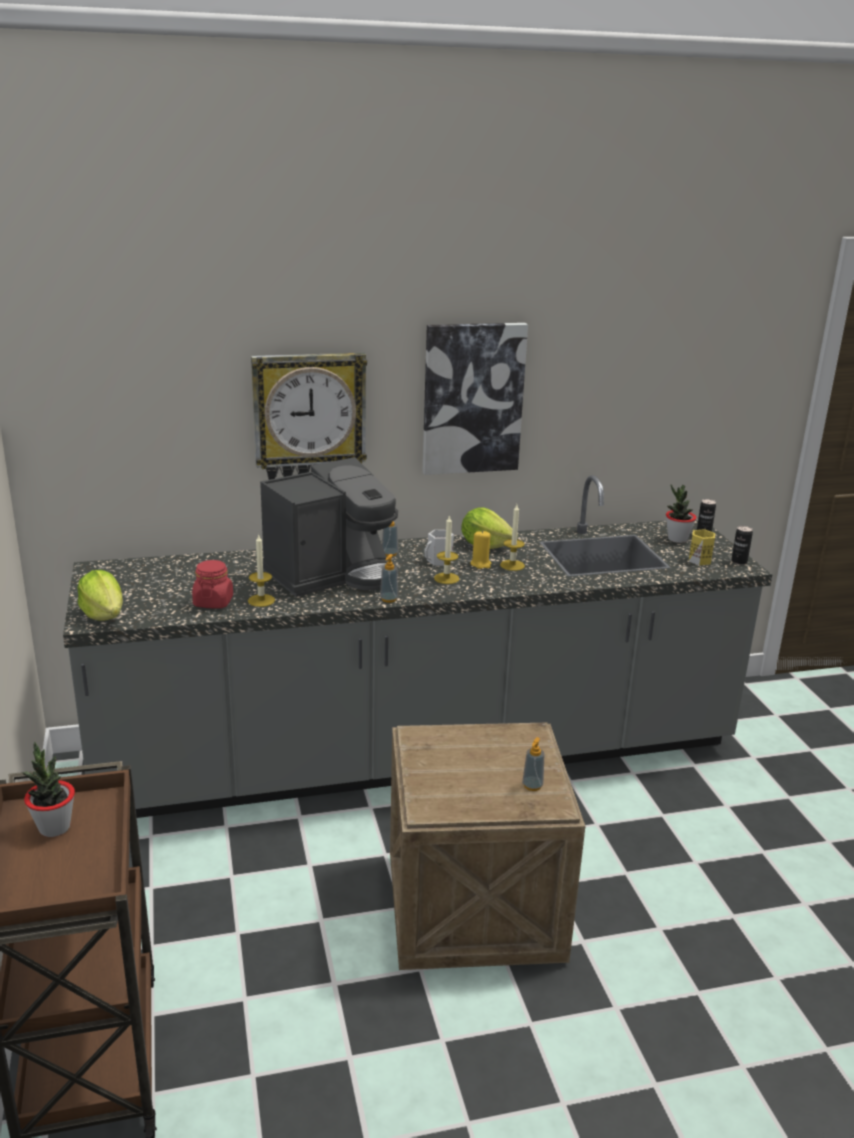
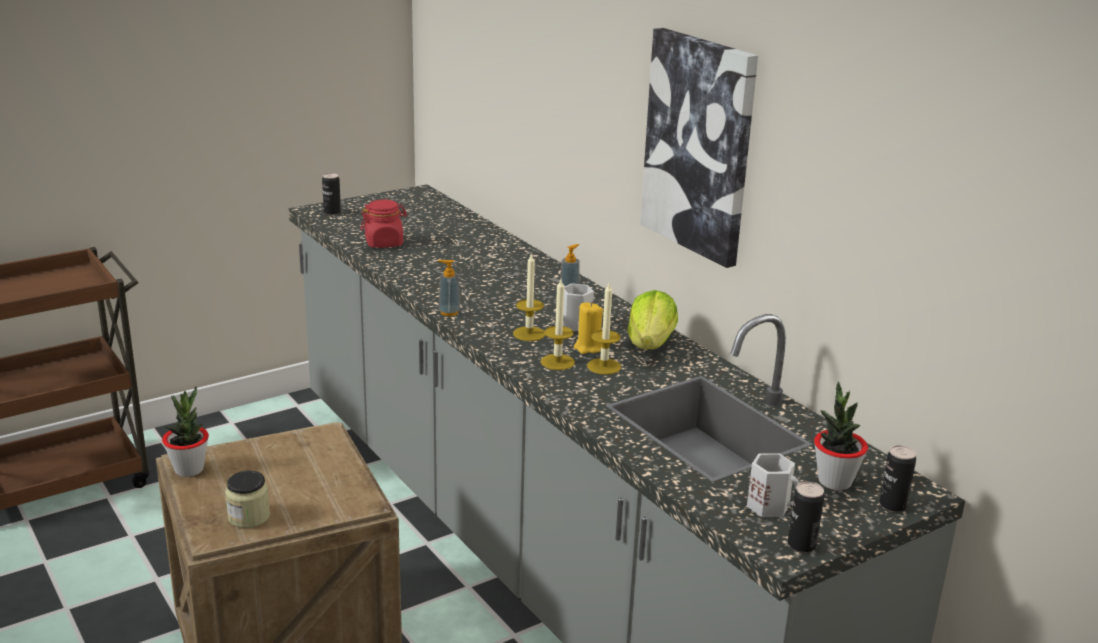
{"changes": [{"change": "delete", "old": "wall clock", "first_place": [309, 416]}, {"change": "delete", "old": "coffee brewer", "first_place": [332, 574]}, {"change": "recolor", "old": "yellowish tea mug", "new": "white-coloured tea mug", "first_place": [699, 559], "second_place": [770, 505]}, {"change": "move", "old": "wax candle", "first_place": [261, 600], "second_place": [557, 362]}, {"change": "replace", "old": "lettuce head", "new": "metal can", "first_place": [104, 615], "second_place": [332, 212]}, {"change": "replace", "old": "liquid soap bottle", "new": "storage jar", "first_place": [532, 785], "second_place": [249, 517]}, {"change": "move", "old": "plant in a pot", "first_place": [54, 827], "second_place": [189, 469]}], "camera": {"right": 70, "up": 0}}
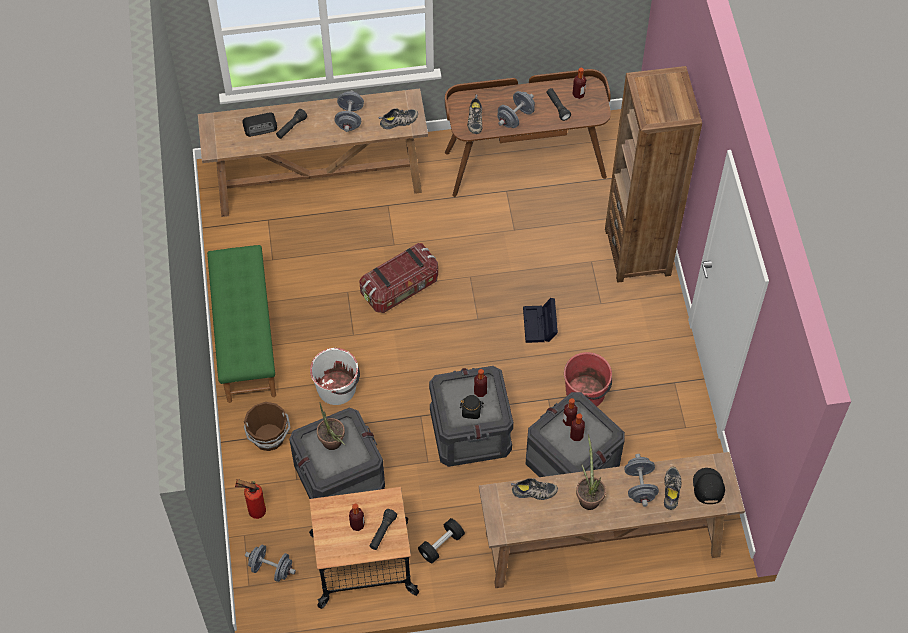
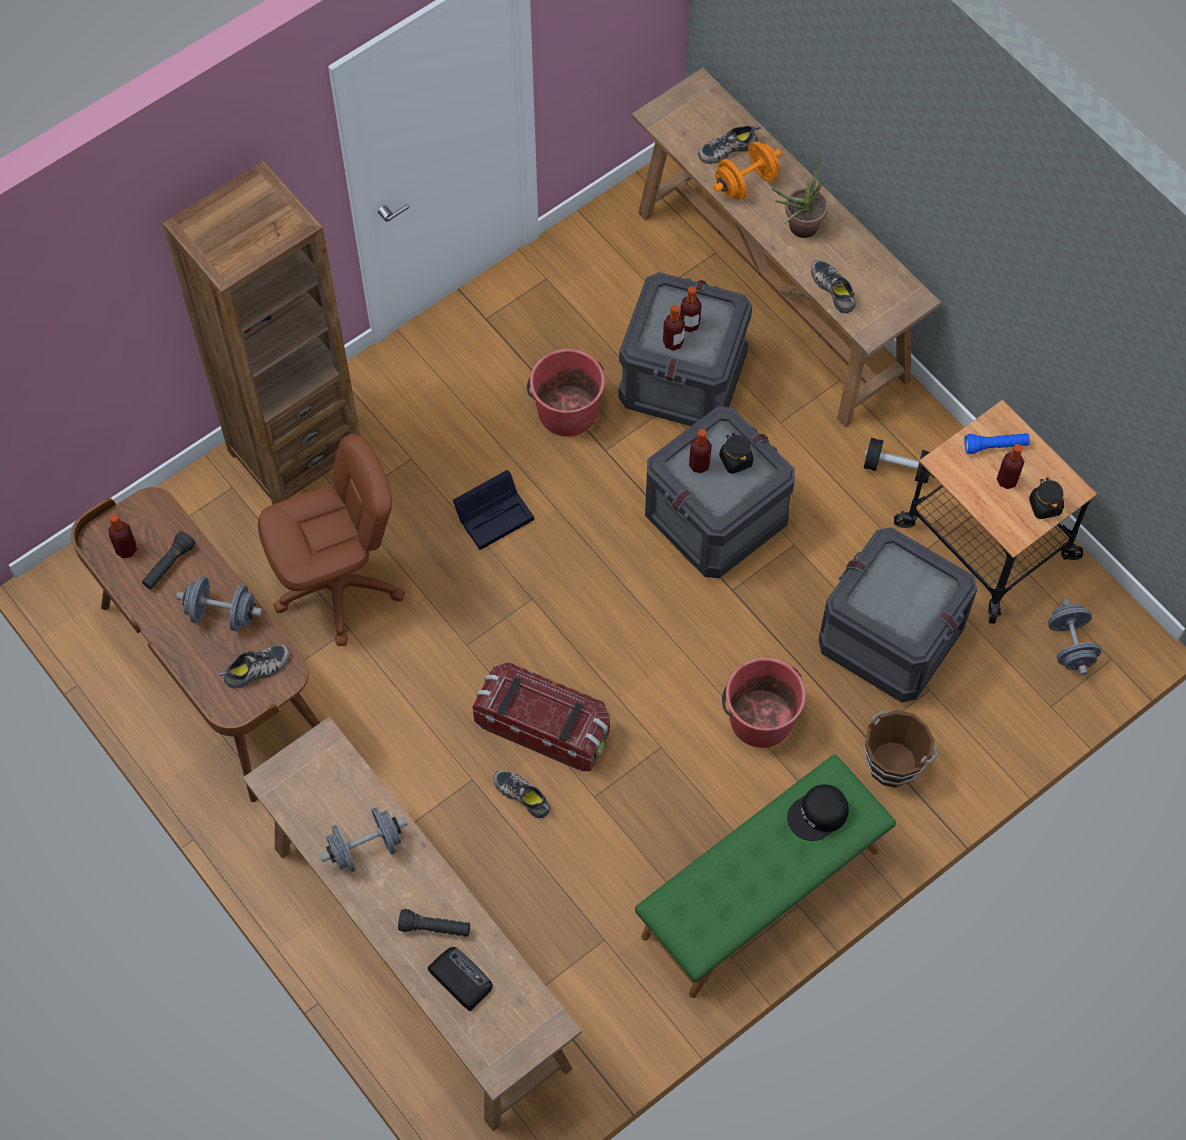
{"changes": [{"change": "move", "old": "low shoe", "first_place": [399, 121], "second_place": [523, 794]}, {"change": "recolor", "old": "white-coloured bucket", "new": "red-coloured bucket", "first_place": [337, 388], "second_place": [760, 718]}, {"change": "delete", "old": "plant in a pot", "first_place": [334, 445]}, {"change": "recolor", "old": "grey hand weight", "new": "orangey hand weight", "first_place": [640, 486], "second_place": [746, 183]}, {"change": "move", "old": "blackish baseball cap", "first_place": [707, 487], "second_place": [818, 815]}, {"change": "delete", "old": "fire-fighting cylinder", "first_place": [254, 511]}, {"change": "recolor", "old": "blackish hand torch", "new": "blue-coloured hand torch", "first_place": [382, 532], "second_place": [995, 446]}, {"change": "insert", "new": "brown computer chair", "second_place": [338, 586]}, {"change": "insert", "new": "blackish storage jar", "second_place": [1044, 506]}], "camera": {"right": -120, "up": 5}}
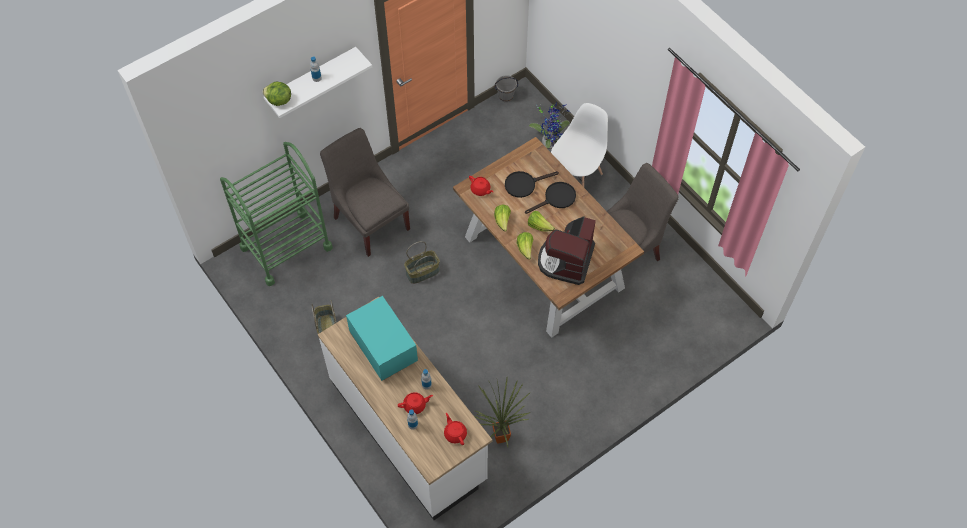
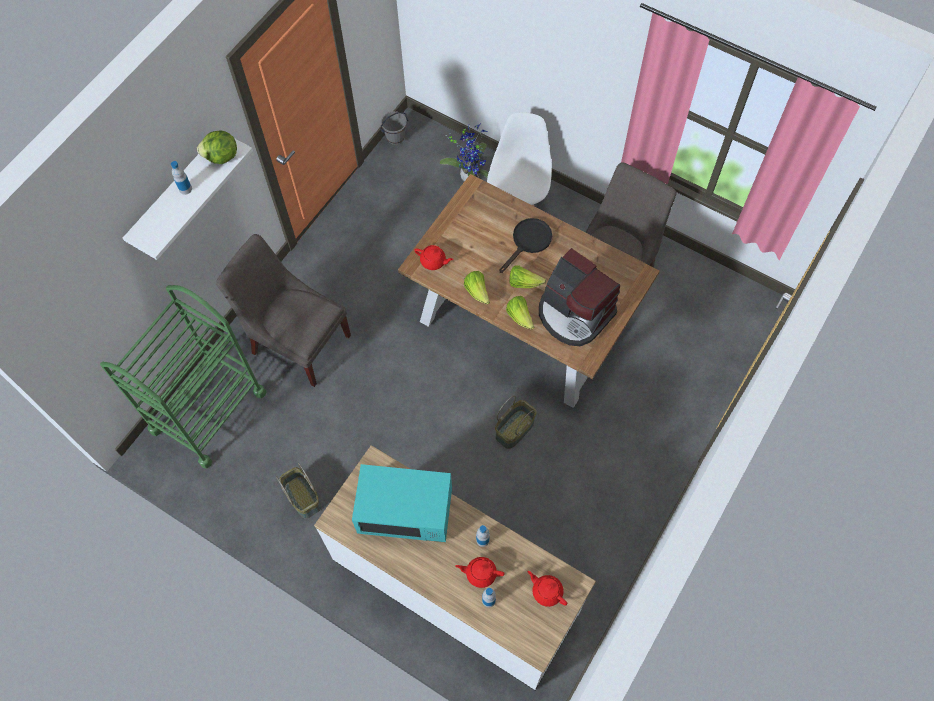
{"changes": [{"change": "move", "old": "lettuce head", "first_place": [279, 101], "second_place": [221, 157]}, {"change": "delete", "old": "blackish pan", "first_place": [524, 184]}, {"change": "rotate", "old": "coffee brewer", "first_place": [566, 260], "second_place": [574, 314], "degrees": -45}, {"change": "move", "old": "basket", "first_place": [422, 272], "second_place": [514, 429]}, {"change": "rotate", "old": "blue-green microwave oven", "first_place": [383, 347], "second_place": [405, 511], "degrees": 150}, {"change": "delete", "old": "plant in a pot", "first_place": [501, 435]}, {"change": "rotate", "old": "red-coloured teapot", "first_place": [415, 405], "second_place": [480, 573], "degrees": -135}], "camera": {"right": -20, "up": 5}}
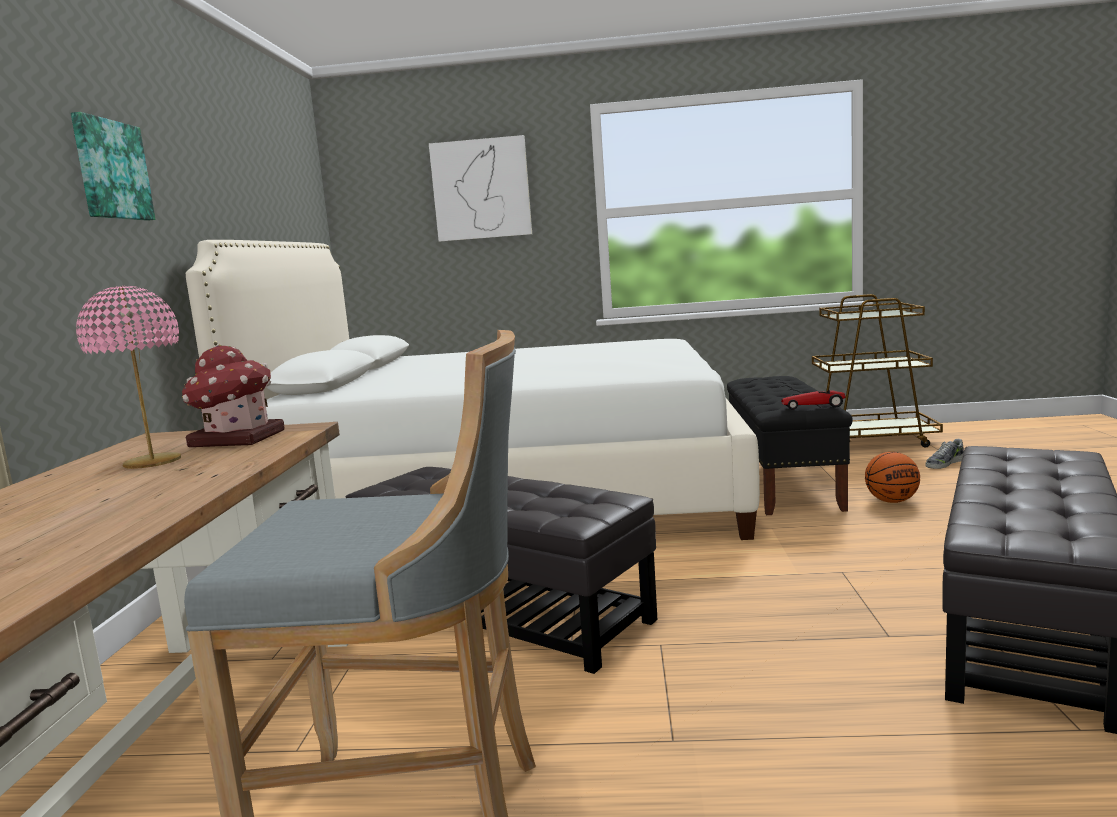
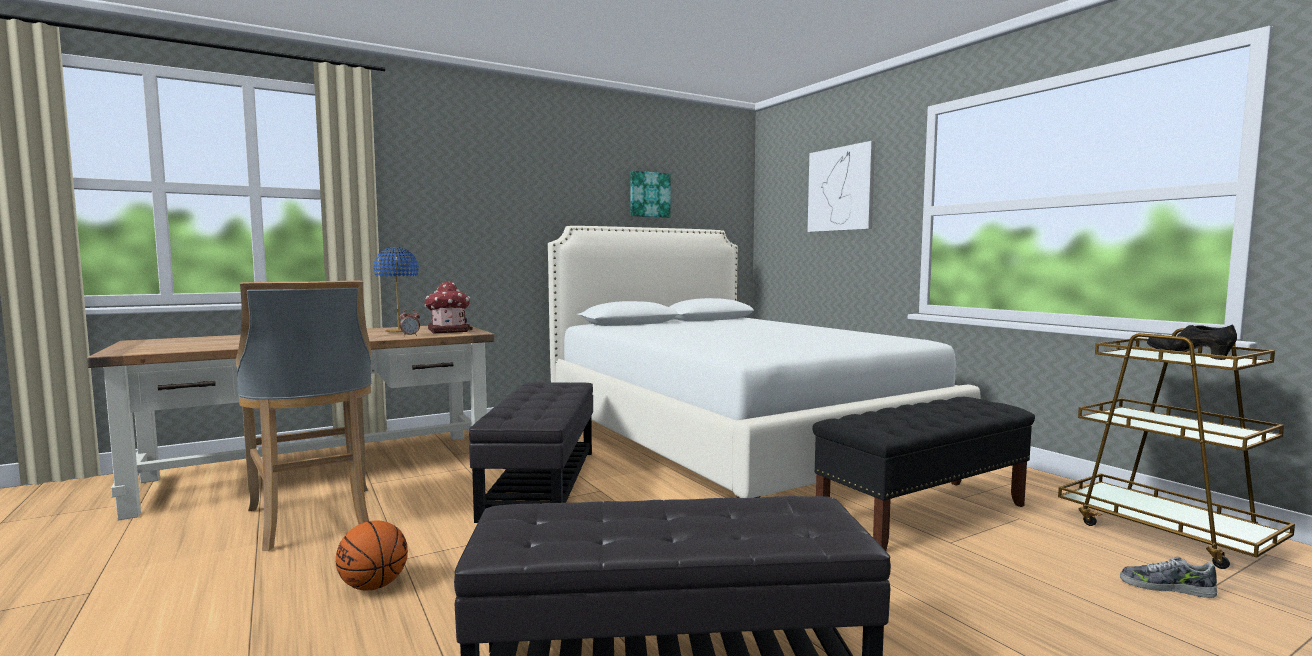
{"changes": [{"change": "move", "old": "wall art", "first_place": [111, 170], "second_place": [649, 194]}, {"change": "recolor", "old": "pinkish table lamp", "new": "blue-coloured table lamp", "first_place": [153, 462], "second_place": [399, 331]}, {"change": "delete", "old": "miniature car", "first_place": [813, 407]}, {"change": "move", "old": "basketball", "first_place": [891, 501], "second_place": [374, 586]}, {"change": "insert", "new": "alarm clock", "second_place": [410, 335]}, {"change": "insert", "new": "blackish low shoe", "second_place": [1188, 356]}], "camera": {"right": 55, "up": -5}}
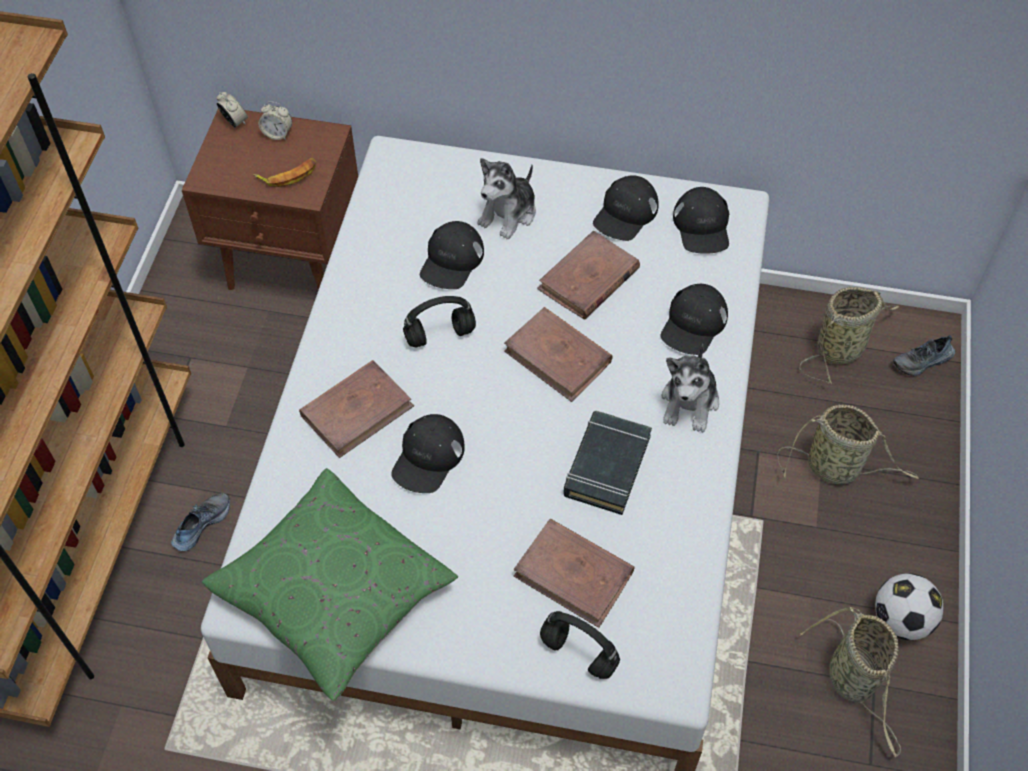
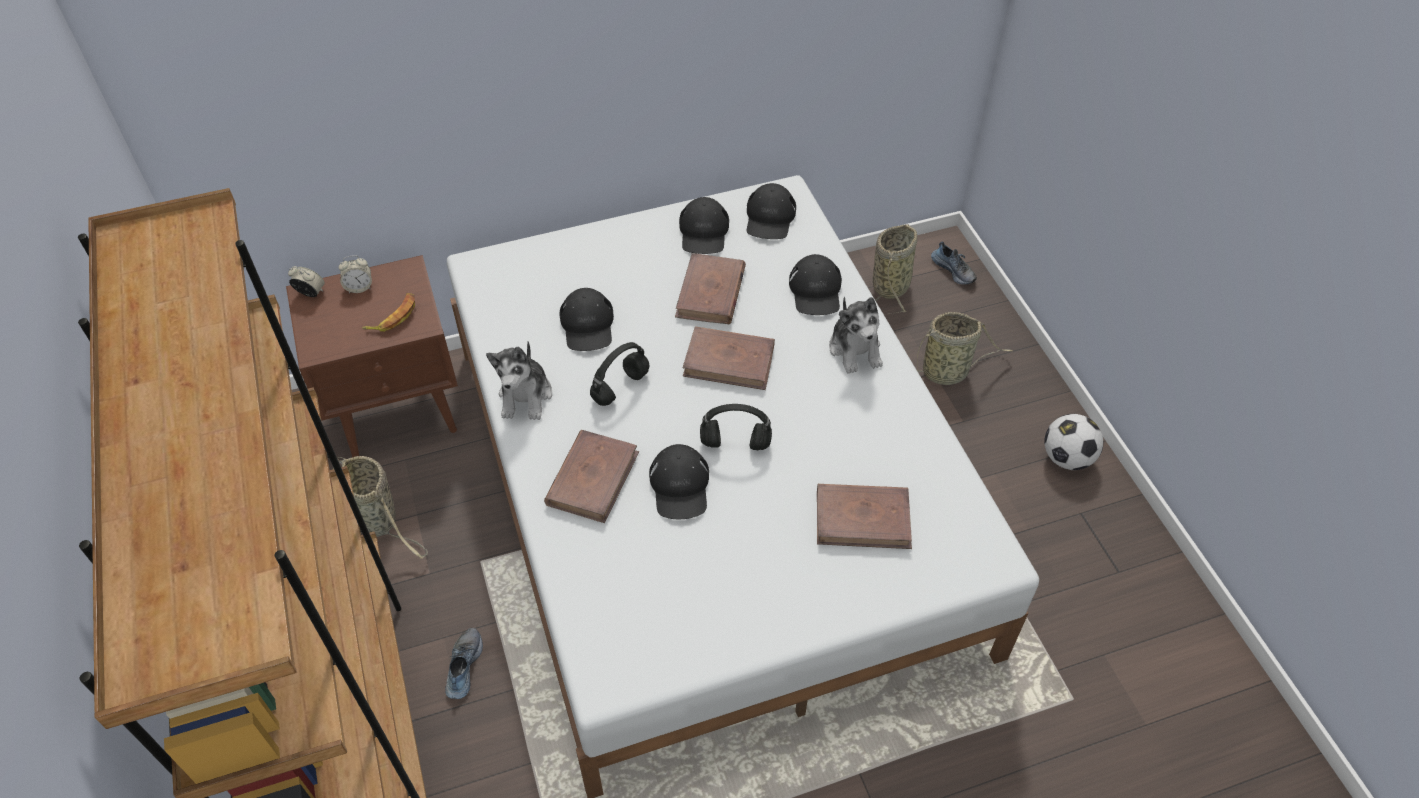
{"changes": [{"change": "move", "old": "cuddly toy", "first_place": [509, 214], "second_place": [526, 396]}, {"change": "rotate", "old": "blackish baseball cap", "first_place": [702, 226], "second_place": [770, 218], "degrees": 45}, {"change": "rotate", "old": "low shoe", "first_place": [922, 362], "second_place": [954, 270], "degrees": -75}, {"change": "delete", "old": "blackish volume", "first_place": [606, 466]}, {"change": "delete", "old": "green-coloured throw pillow", "first_place": [334, 593]}, {"change": "move", "old": "basket", "first_place": [853, 681], "second_place": [379, 522]}, {"change": "move", "old": "blackish headphones", "first_place": [577, 653], "second_place": [734, 444]}], "camera": {"right": -30, "up": -5}}
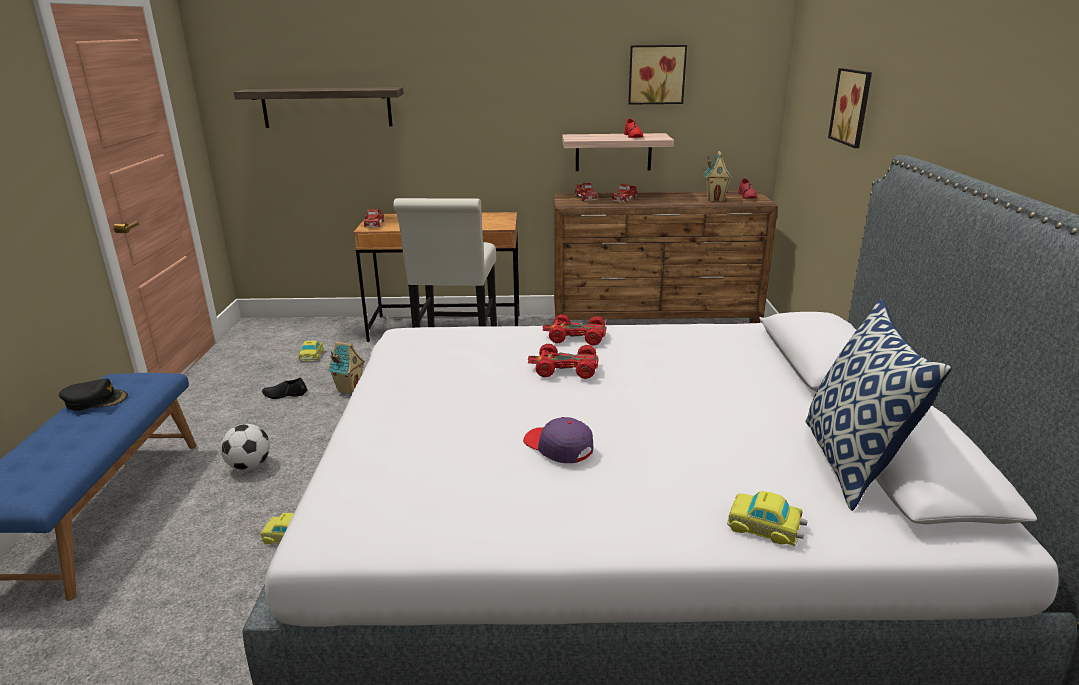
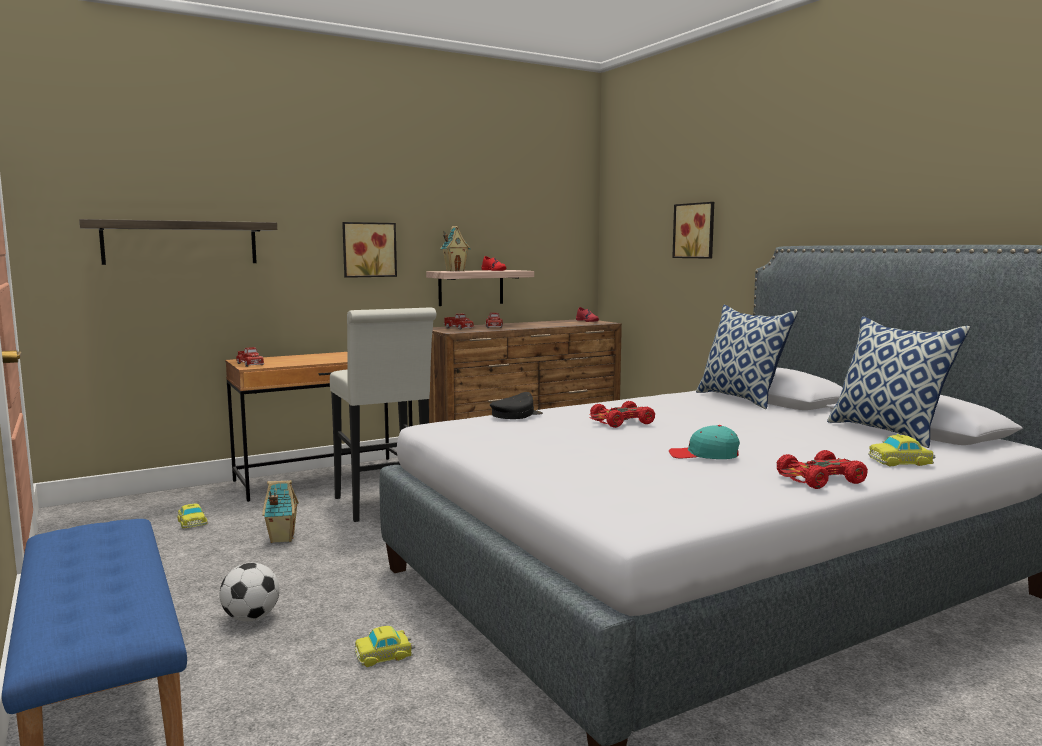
{"changes": [{"change": "move", "old": "wall art", "first_place": [656, 74], "second_place": [368, 249]}, {"change": "move", "old": "toy house", "first_place": [716, 199], "second_place": [455, 271]}, {"change": "move", "old": "red-coloured miniature car", "first_place": [576, 337], "second_place": [819, 480]}, {"change": "delete", "old": "blackish low shoe", "first_place": [285, 394]}, {"change": "move", "old": "blackish baseball cap", "first_place": [95, 400], "second_place": [516, 415]}, {"change": "recolor", "old": "purple-coloured baseball cap", "new": "blue-green baseball cap", "first_place": [558, 447], "second_place": [704, 455]}, {"change": "insert", "new": "throw pillow", "second_place": [741, 399]}], "camera": {"right": -30, "up": -15}}
